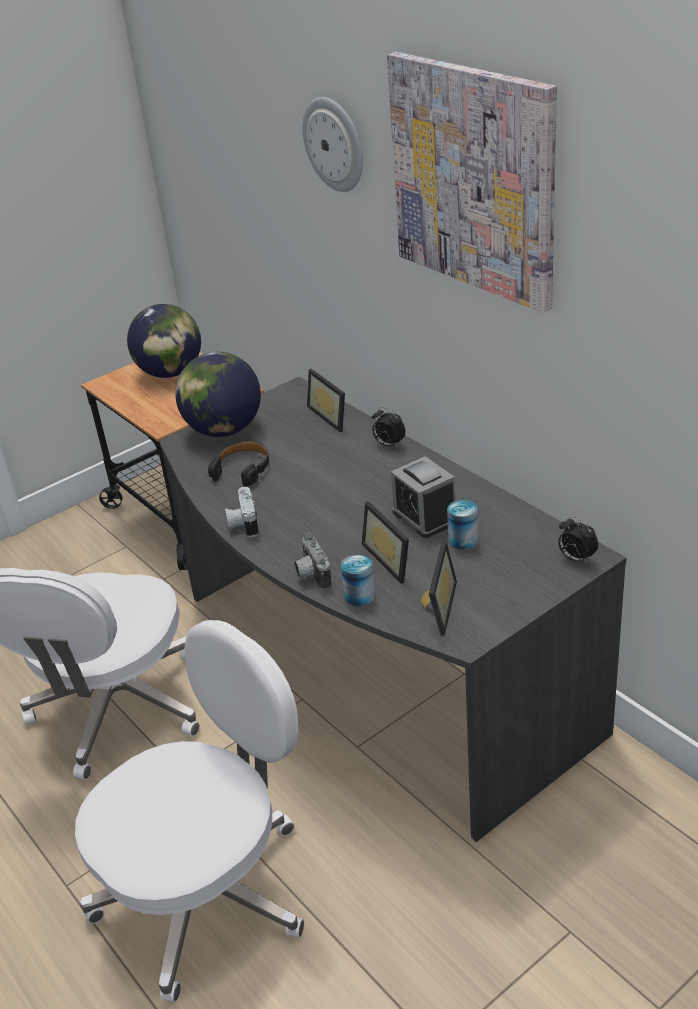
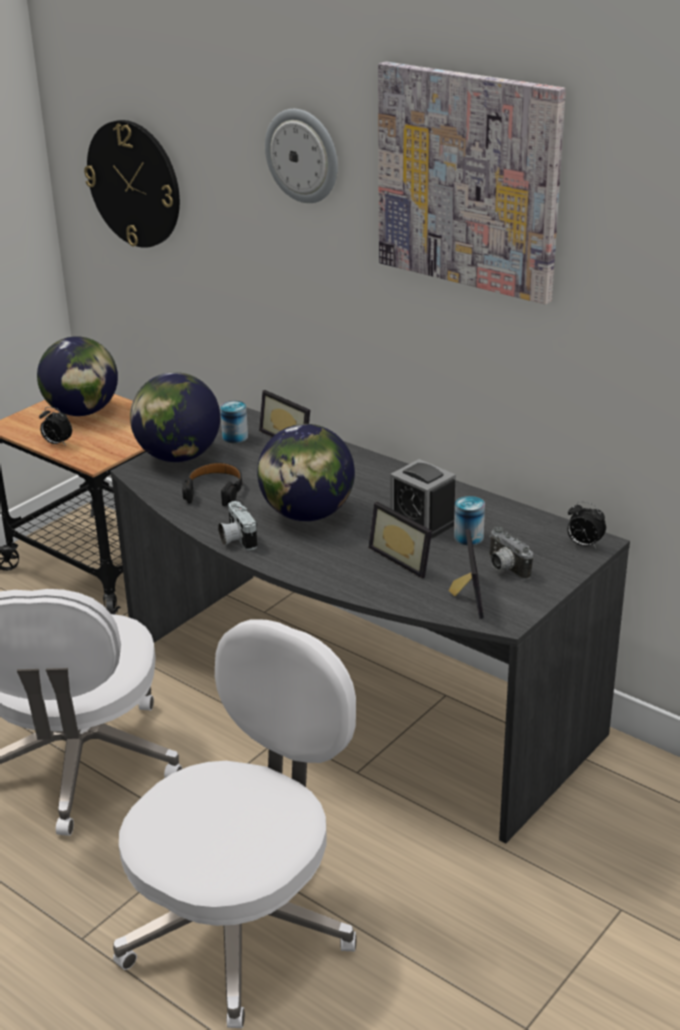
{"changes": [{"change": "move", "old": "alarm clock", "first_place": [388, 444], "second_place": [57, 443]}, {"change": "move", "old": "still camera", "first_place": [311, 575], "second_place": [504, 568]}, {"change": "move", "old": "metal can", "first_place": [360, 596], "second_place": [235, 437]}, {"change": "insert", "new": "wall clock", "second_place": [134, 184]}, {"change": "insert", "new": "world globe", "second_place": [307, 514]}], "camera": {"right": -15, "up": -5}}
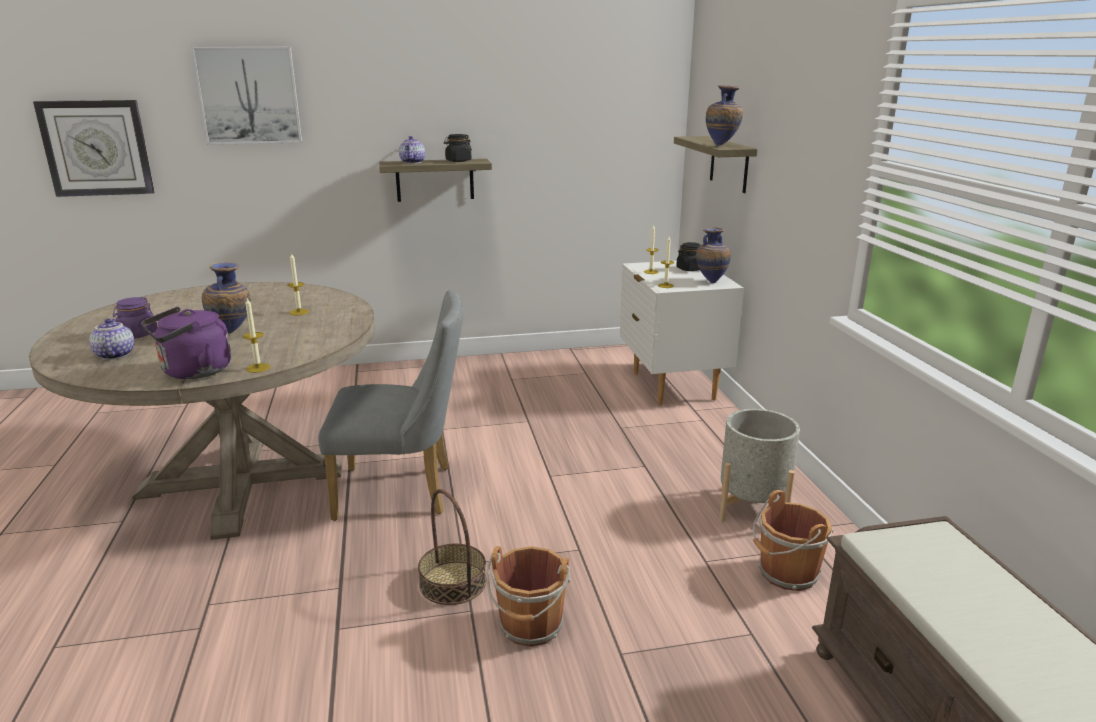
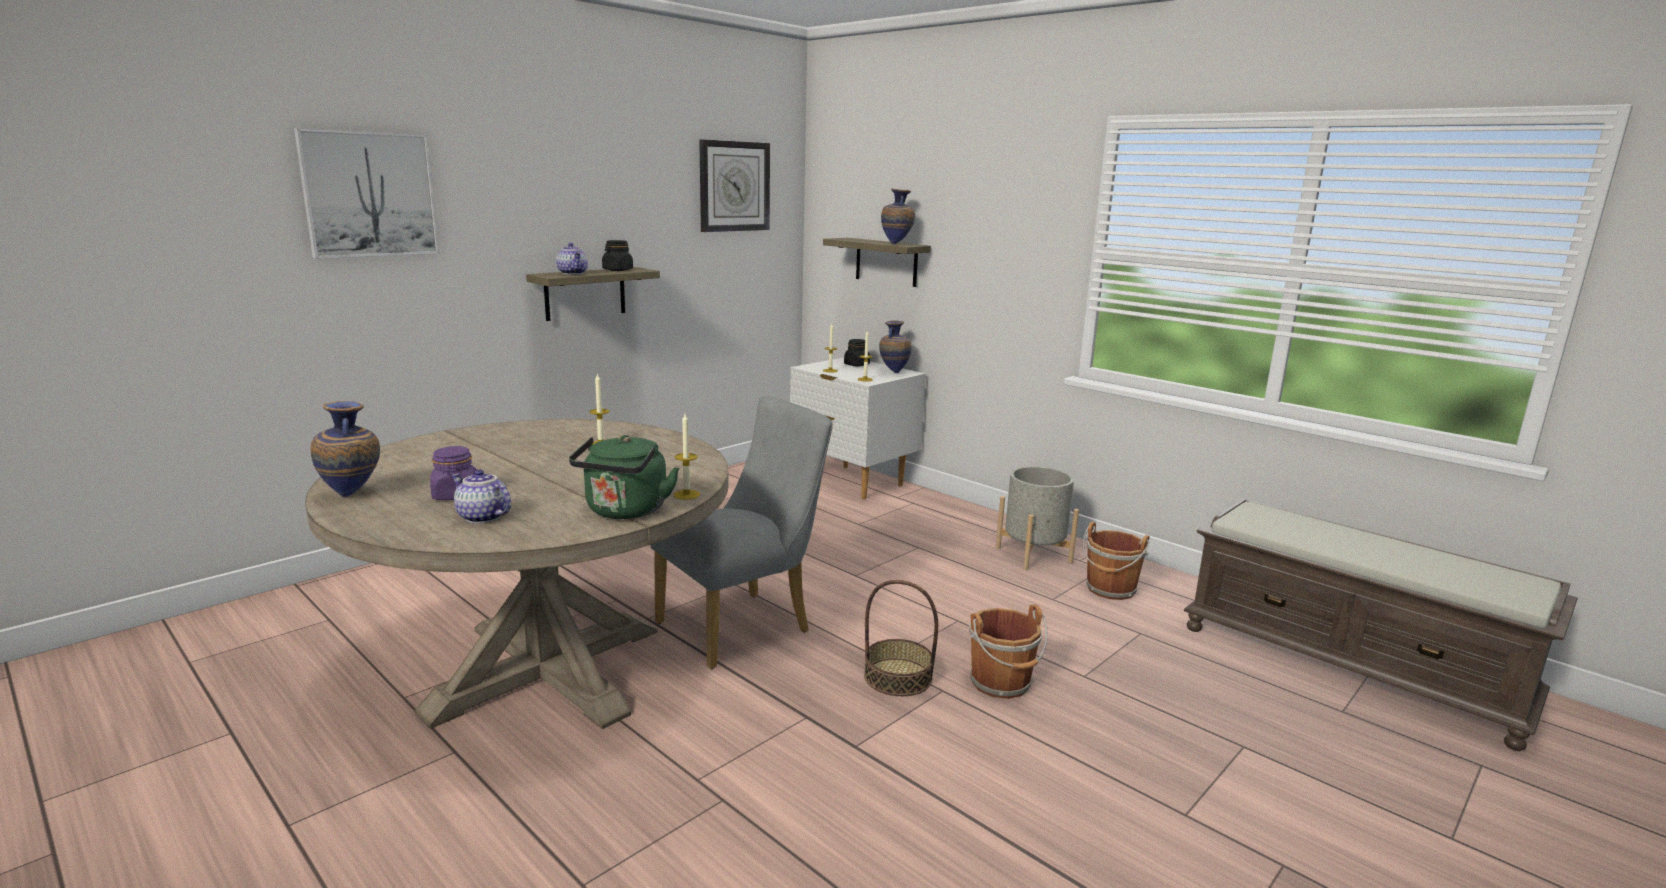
{"changes": [{"change": "move", "old": "wall clock", "first_place": [97, 148], "second_place": [734, 186]}, {"change": "move", "old": "vase", "first_place": [232, 333], "second_place": [352, 495]}, {"change": "recolor", "old": "purple-coloured water kettle", "new": "green-coloured water kettle", "first_place": [193, 372], "second_place": [625, 512]}], "camera": {"right": -35, "up": -5}}
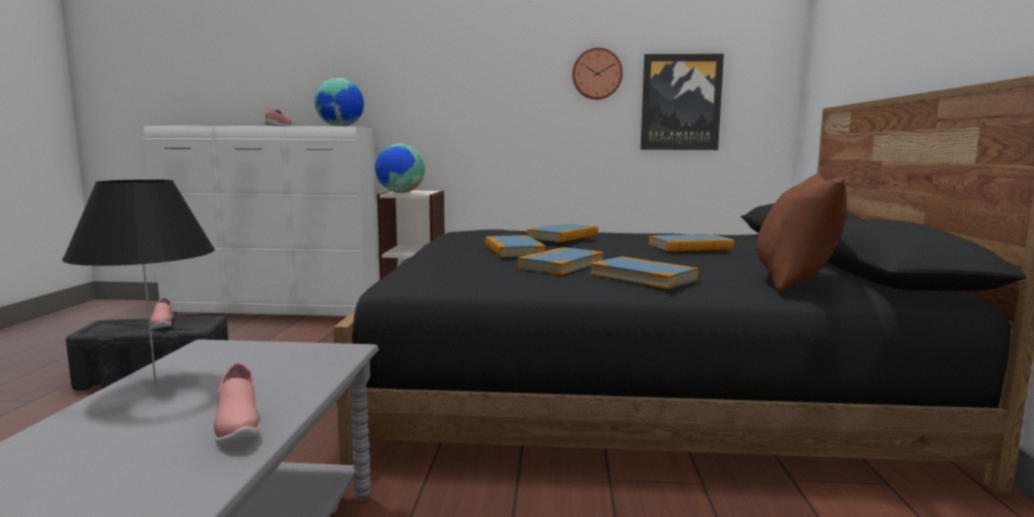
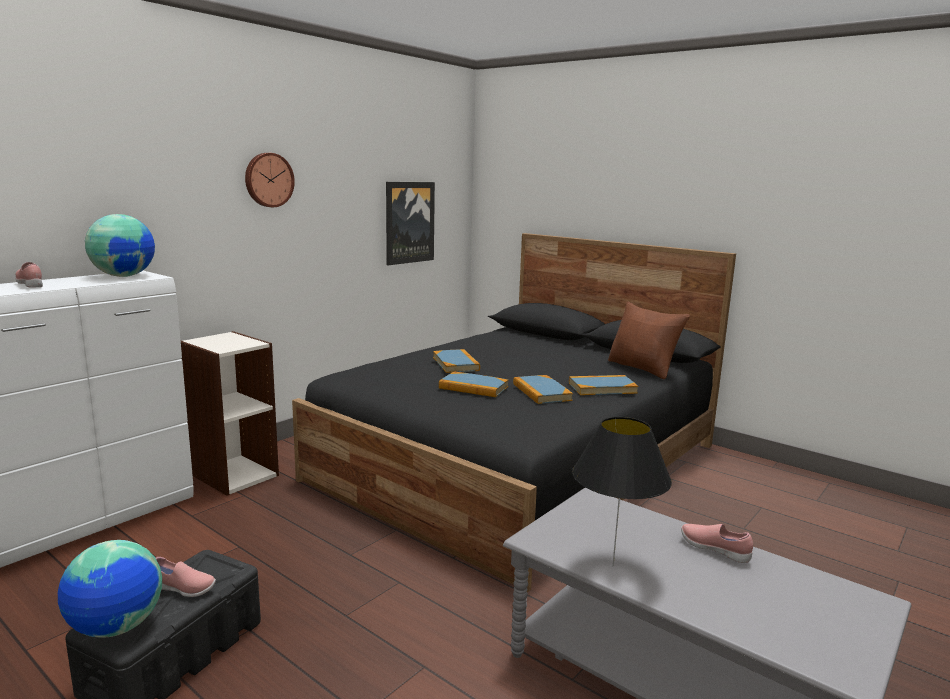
{"changes": [{"change": "move", "old": "wall clock", "first_place": [597, 74], "second_place": [268, 180]}, {"change": "move", "old": "world globe", "first_place": [400, 193], "second_place": [116, 627]}, {"change": "delete", "old": "volume", "first_place": [690, 247]}, {"change": "rotate", "old": "pinkish low shoe", "first_place": [237, 427], "second_place": [714, 550], "degrees": -150}], "camera": {"right": -55, "up": 5}}
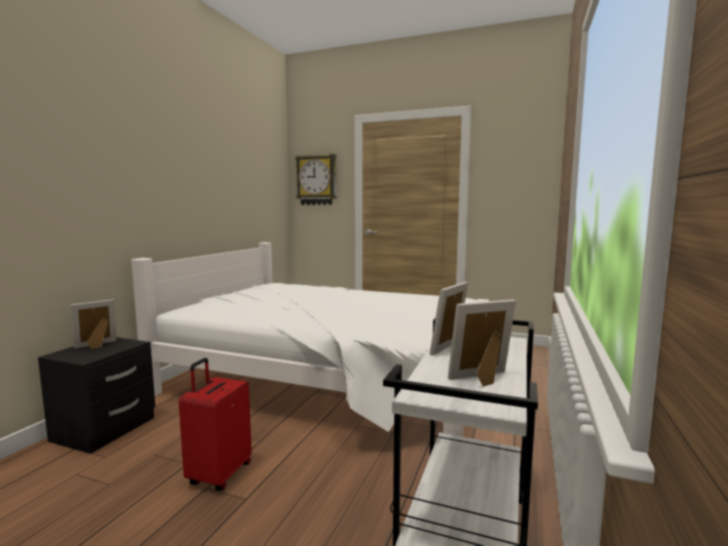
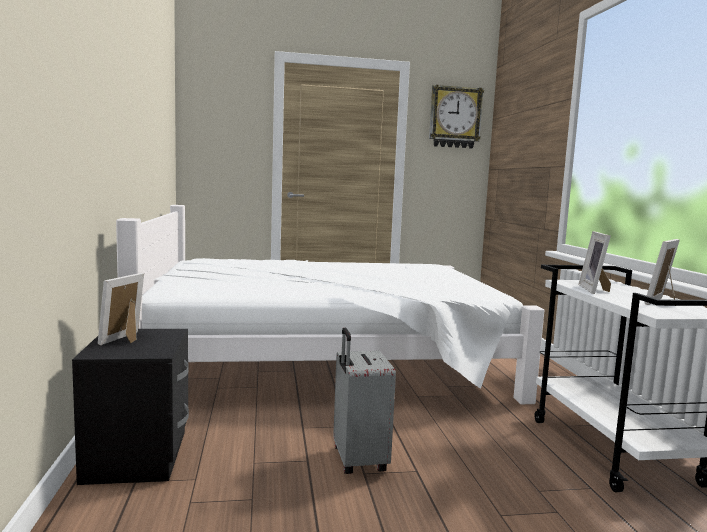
{"changes": [{"change": "move", "old": "wall clock", "first_place": [317, 180], "second_place": [454, 117]}, {"change": "recolor", "old": "red-coloured travel case", "new": "grey travel case", "first_place": [219, 474], "second_place": [357, 461]}], "camera": {"right": -30, "up": 0}}
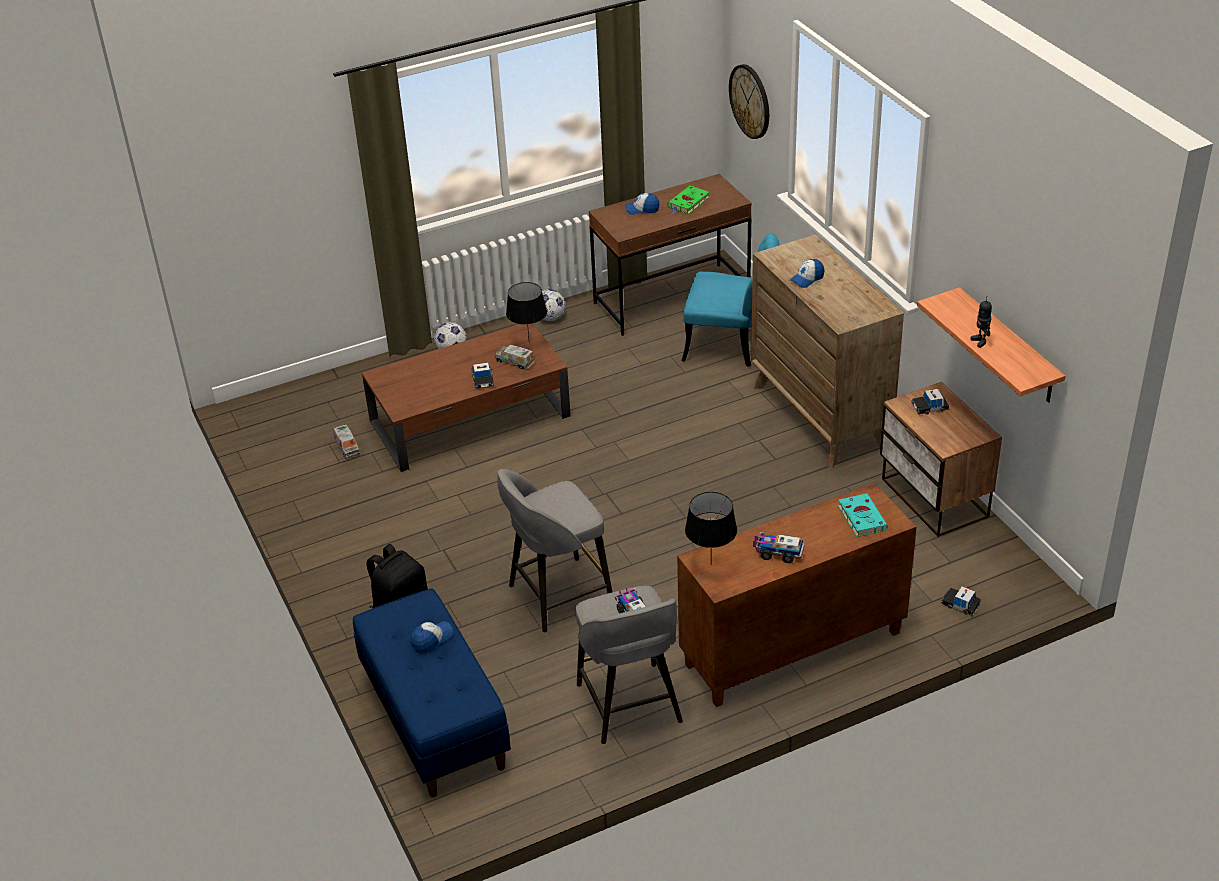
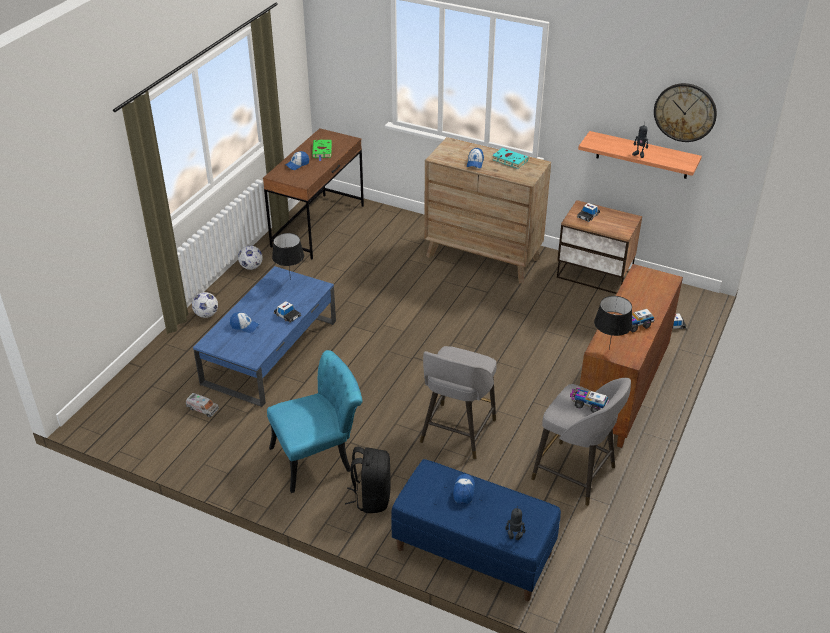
{"changes": [{"change": "move", "old": "wall clock", "first_place": [750, 101], "second_place": [685, 112]}, {"change": "move", "old": "blue-green upright chair", "first_place": [732, 345], "second_place": [319, 457]}, {"change": "recolor", "old": "brown coffee table", "new": "blue-coloured coffee table", "first_place": [471, 418], "second_place": [270, 351]}, {"change": "delete", "old": "model truck", "first_place": [515, 362]}, {"change": "move", "old": "blue-green volume", "first_place": [861, 517], "second_place": [509, 160]}, {"change": "insert", "new": "baseball cap", "second_place": [244, 326]}, {"change": "insert", "new": "model robot", "second_place": [514, 537]}], "camera": {"right": -40, "up": 0}}
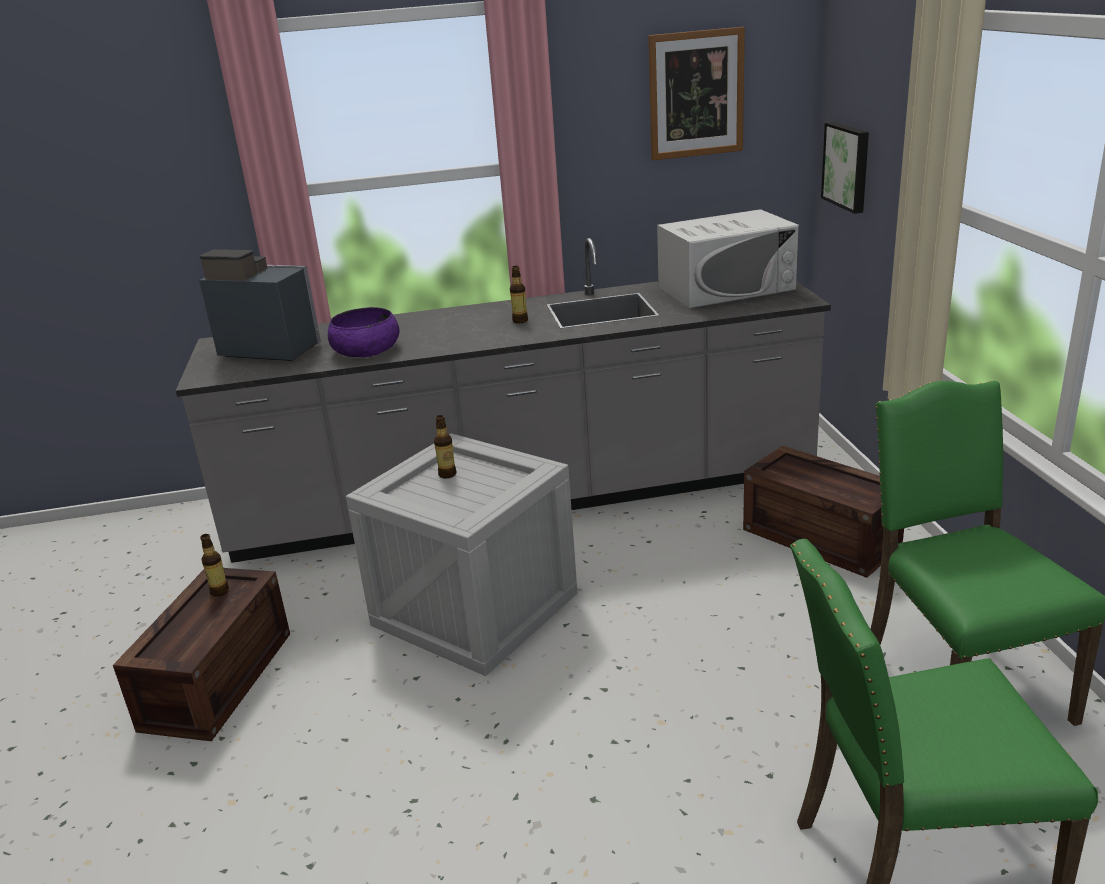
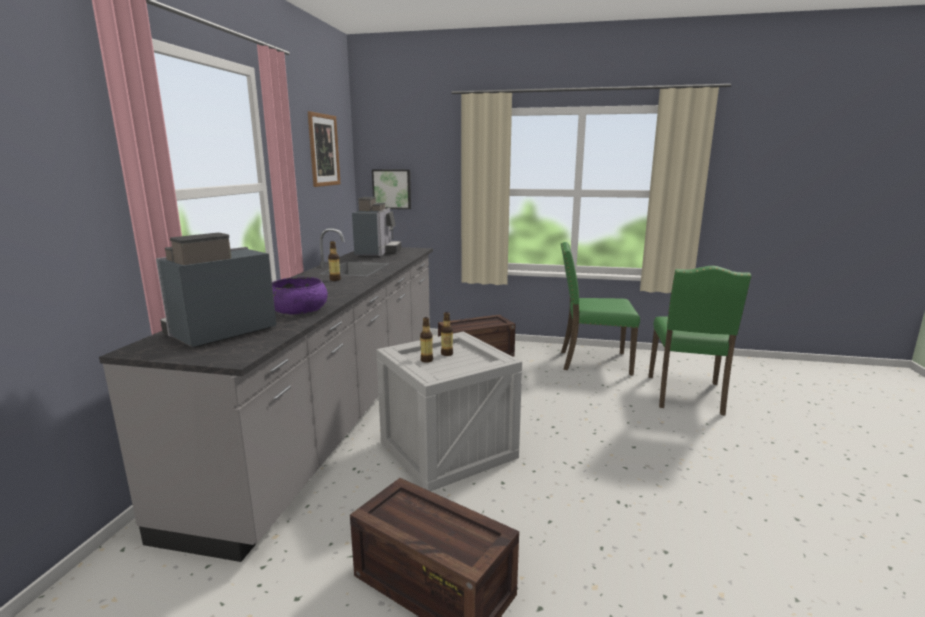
{"changes": [{"change": "replace", "old": "white-coloured microwave oven", "new": "coffee brewer", "first_place": [726, 288], "second_place": [377, 253]}, {"change": "move", "old": "drink bottle", "first_place": [220, 591], "second_place": [447, 354]}], "camera": {"right": -70, "up": -10}}
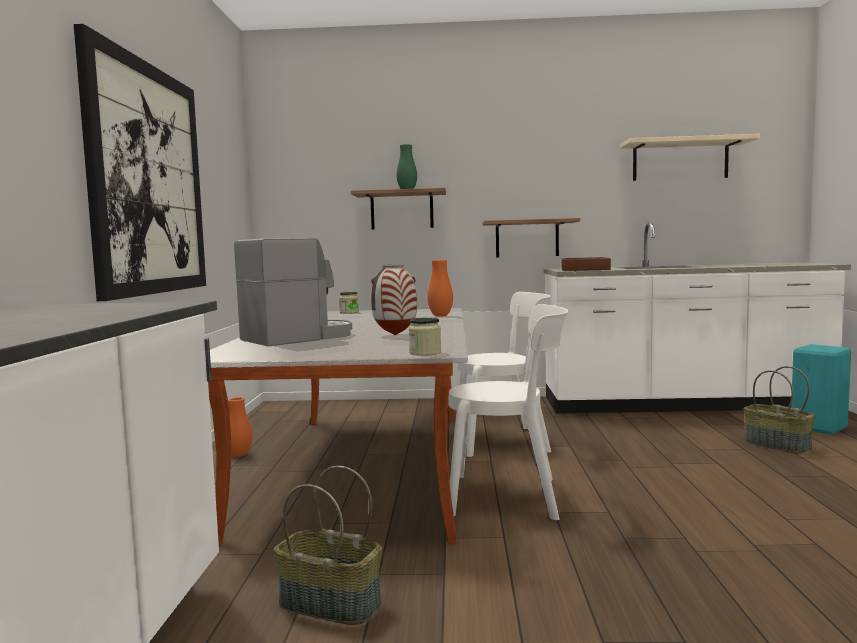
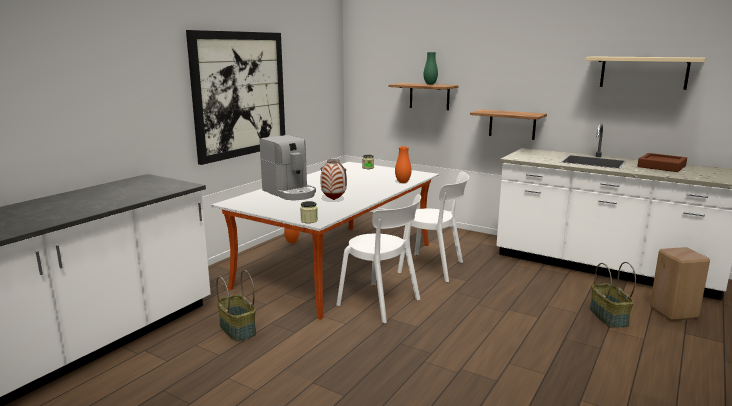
{"changes": [{"change": "rotate", "old": "coffee brewer", "first_place": [299, 337], "second_place": [290, 192], "degrees": 60}, {"change": "move", "old": "brown serving tray", "first_place": [585, 269], "second_place": [661, 166]}, {"change": "recolor", "old": "blue-green stool seat", "new": "beige-coloured stool seat", "first_place": [820, 428], "second_place": [675, 313]}], "camera": {"right": 30, "up": 10}}
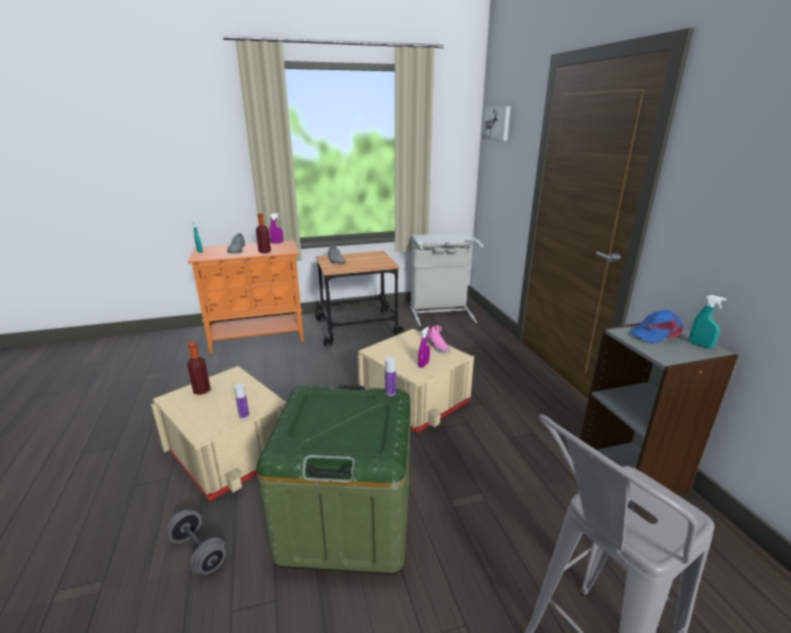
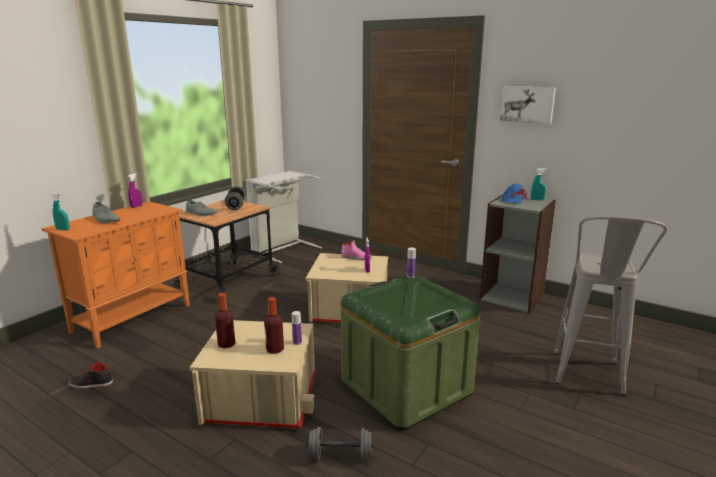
{"changes": [{"change": "move", "old": "wall art", "first_place": [497, 123], "second_place": [527, 104]}, {"change": "move", "old": "drink bottle", "first_place": [264, 252], "second_place": [275, 349]}, {"change": "insert", "new": "grey hand weight", "second_place": [236, 206]}, {"change": "insert", "new": "blackish low shoe", "second_place": [90, 384]}], "camera": {"right": -40, "up": -5}}
